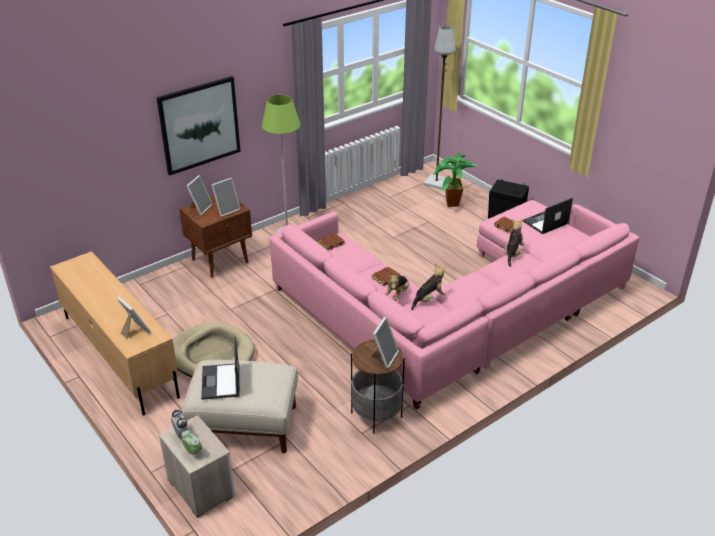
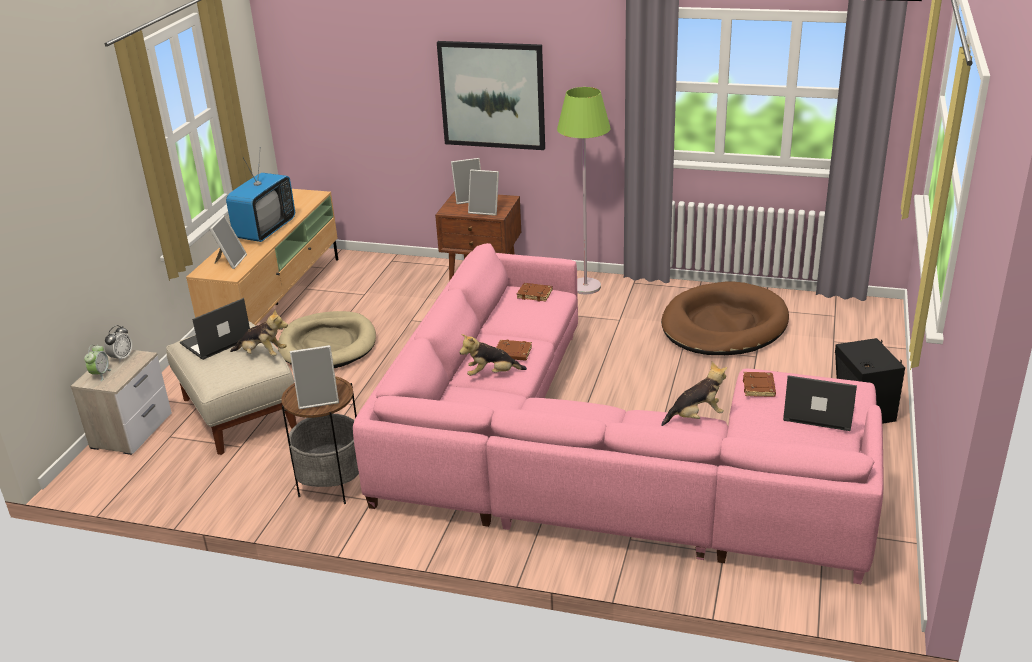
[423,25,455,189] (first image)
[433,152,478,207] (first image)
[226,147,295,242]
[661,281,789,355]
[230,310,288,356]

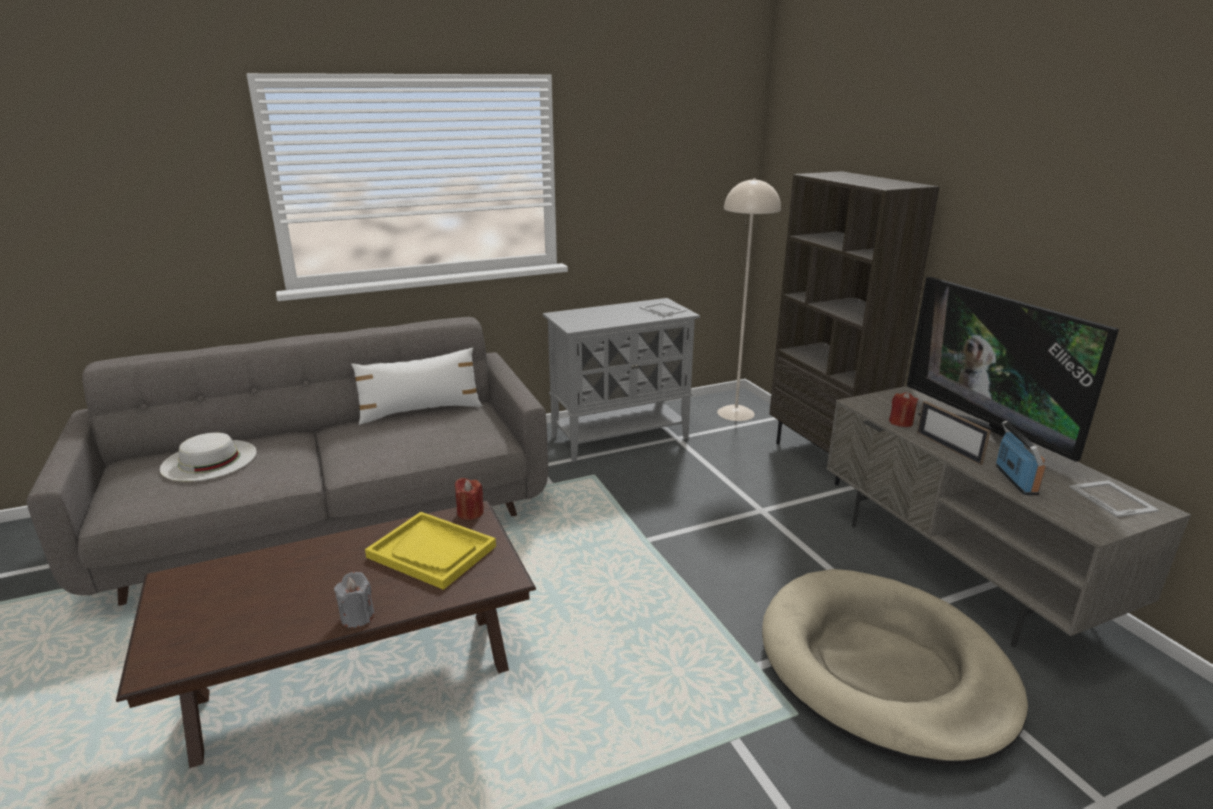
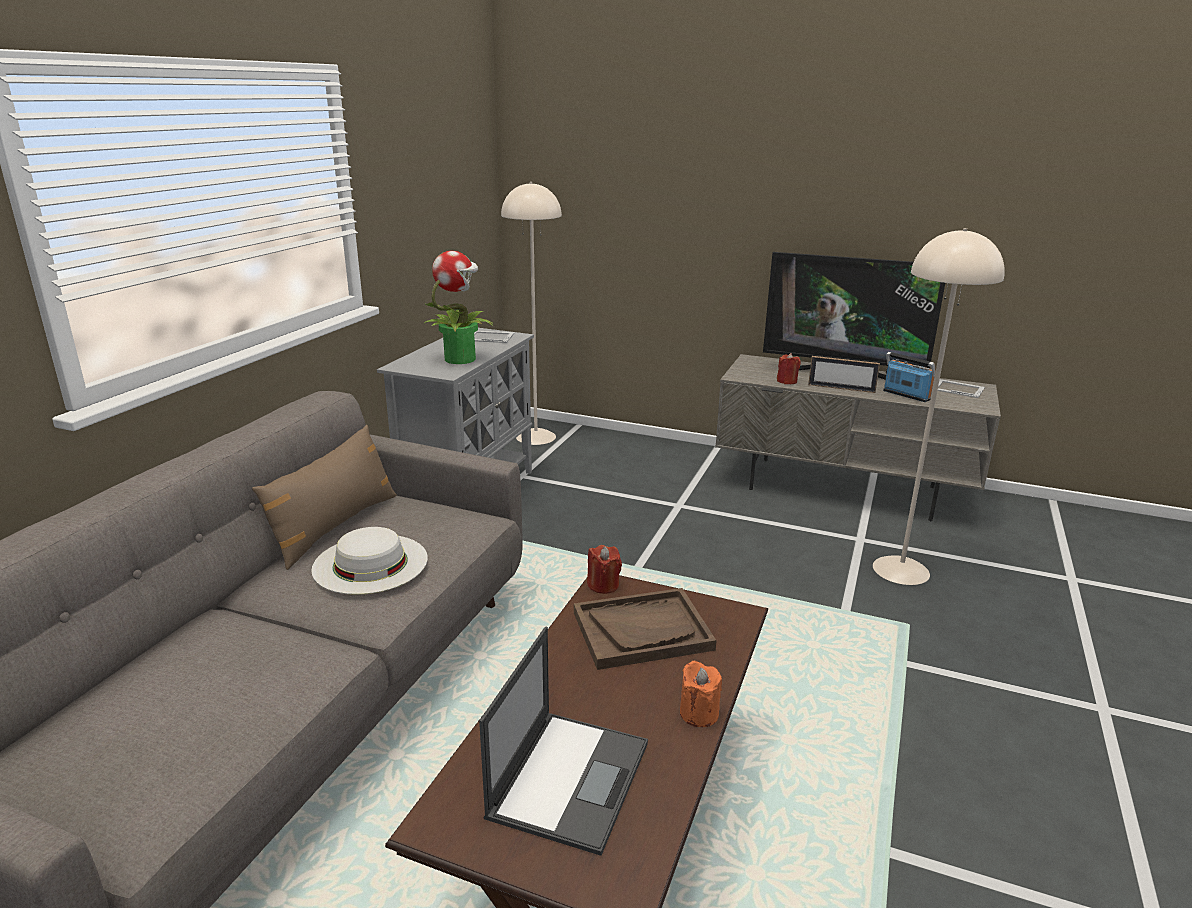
[769,171,940,486] (first image)
[424,251,493,364]
[479,627,648,856]
[311,527,428,595]
[873,228,1005,585]
[680,660,722,727]
[252,425,397,570]
[574,588,717,670]

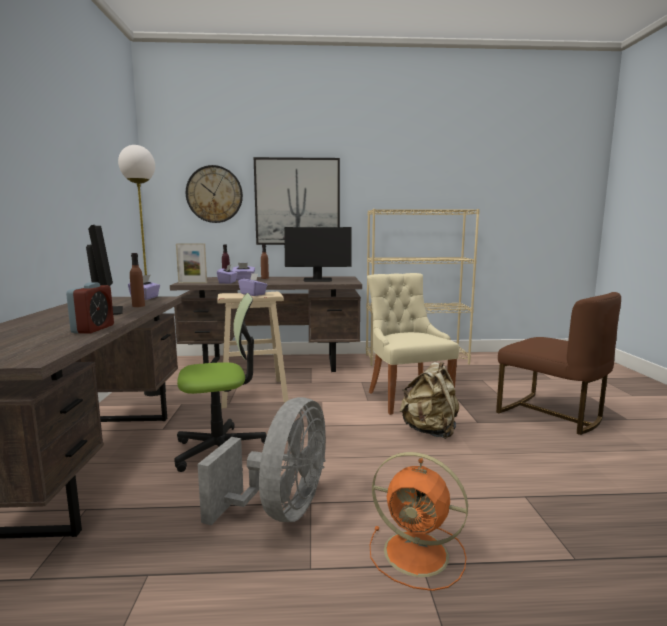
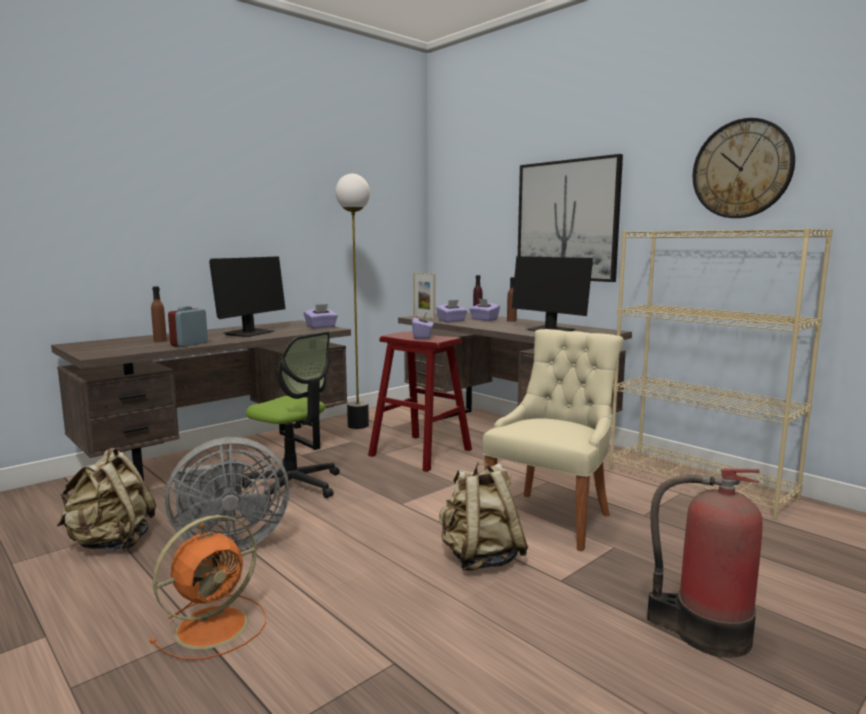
[57,448,156,551]
[151,286,167,342]
[693,118,795,218]
[647,468,763,658]
[368,332,472,472]
[168,306,208,347]
[149,515,266,660]

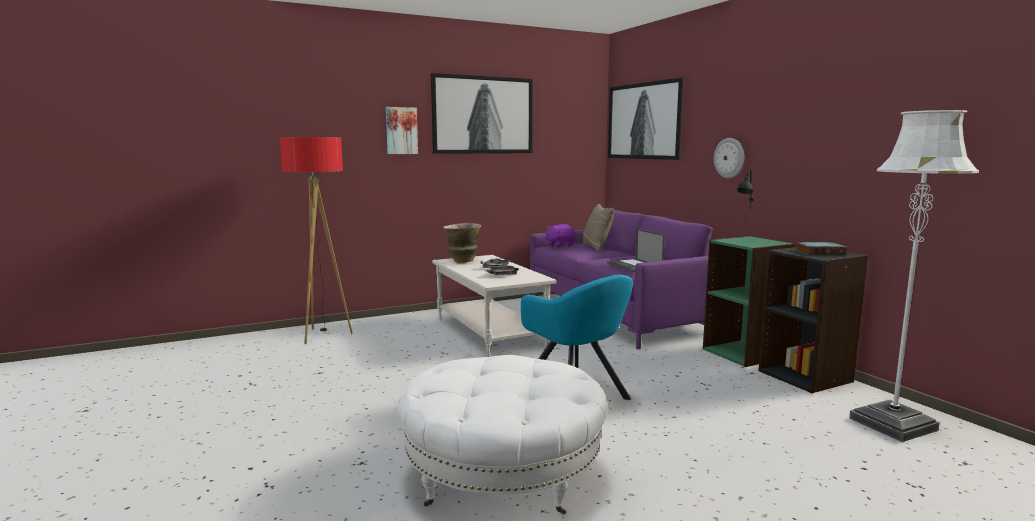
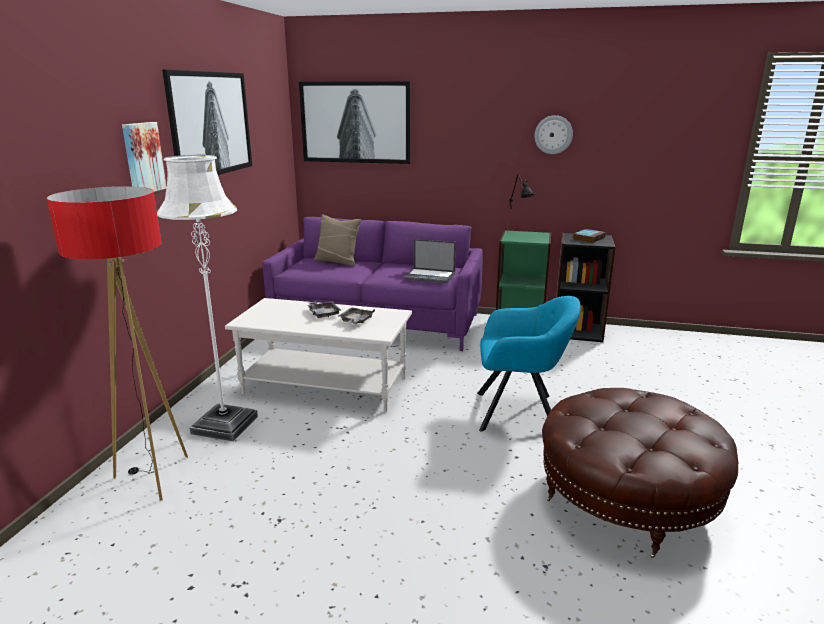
[443,223,481,263] (first image)
[545,224,575,247] (first image)
[534,115,573,154]
[157,155,258,441]
[542,388,738,558]

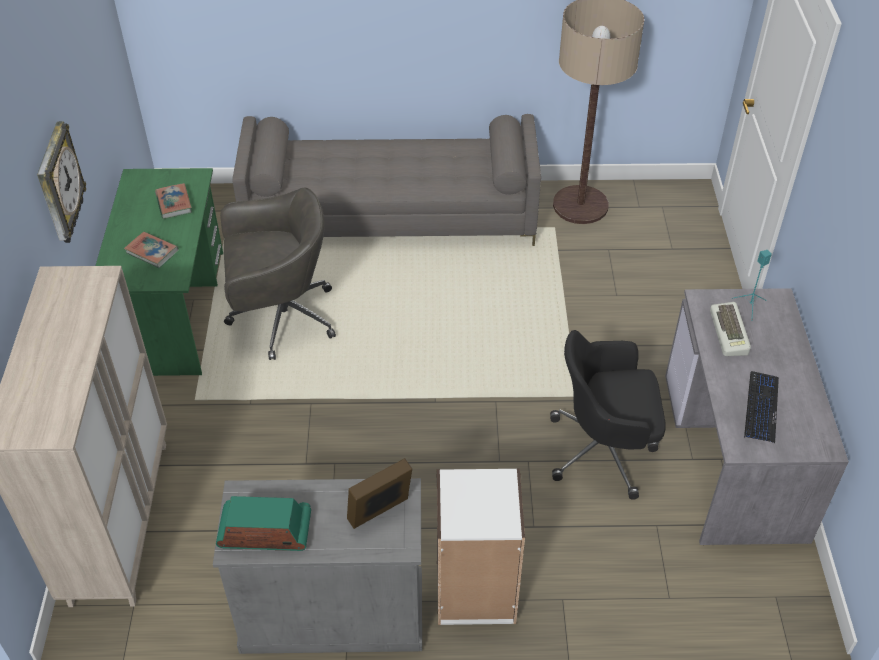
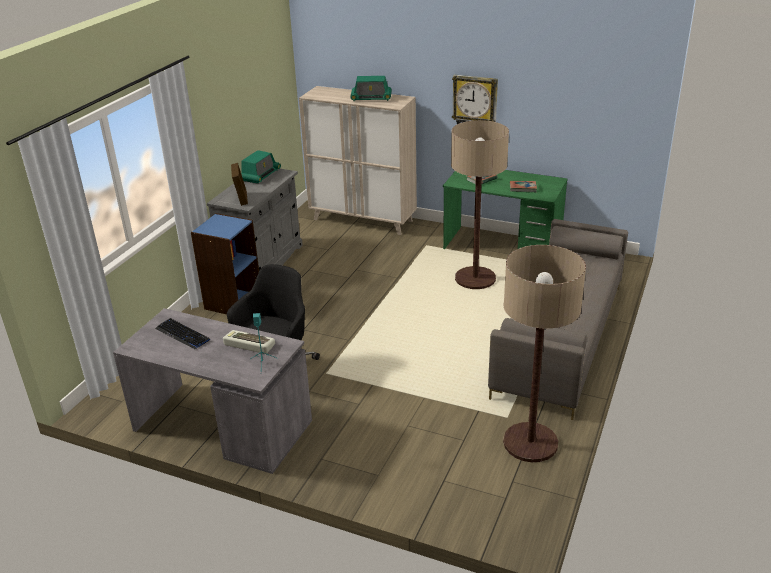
[350,76,392,101]
[451,120,509,289]
[191,213,259,314]

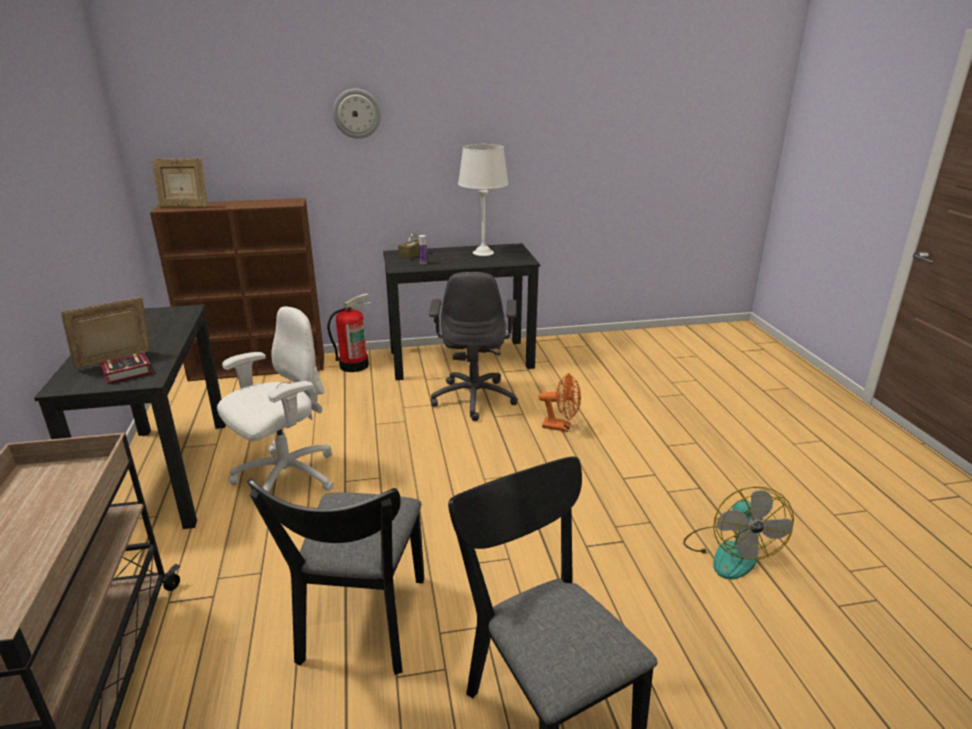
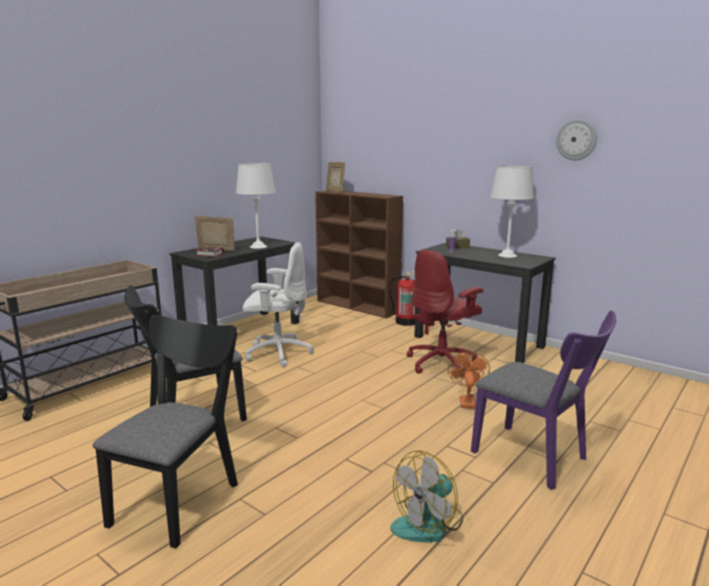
[236,163,276,249]
[471,310,616,490]
[556,119,597,160]
[407,250,483,374]
[448,352,490,409]

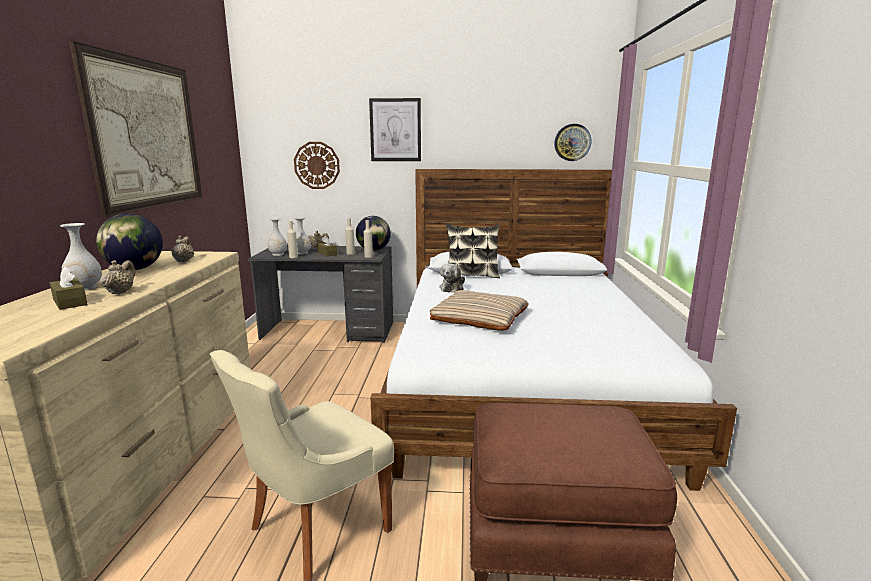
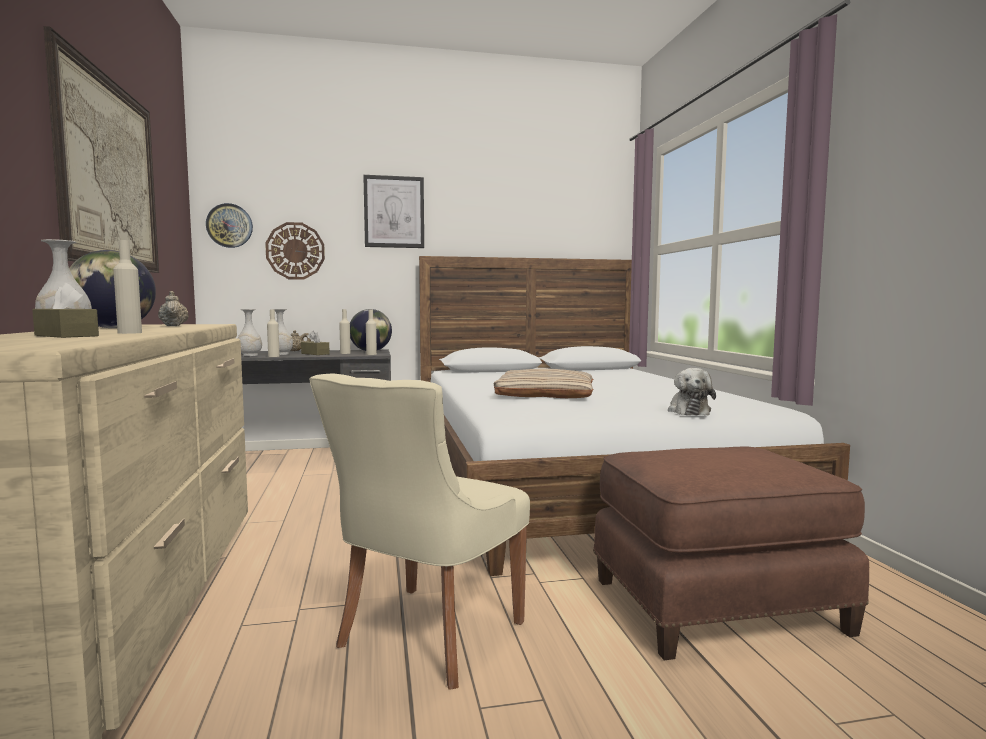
[447,224,500,278] (first image)
[668,368,716,416]
[206,203,253,248]
[113,240,142,334]

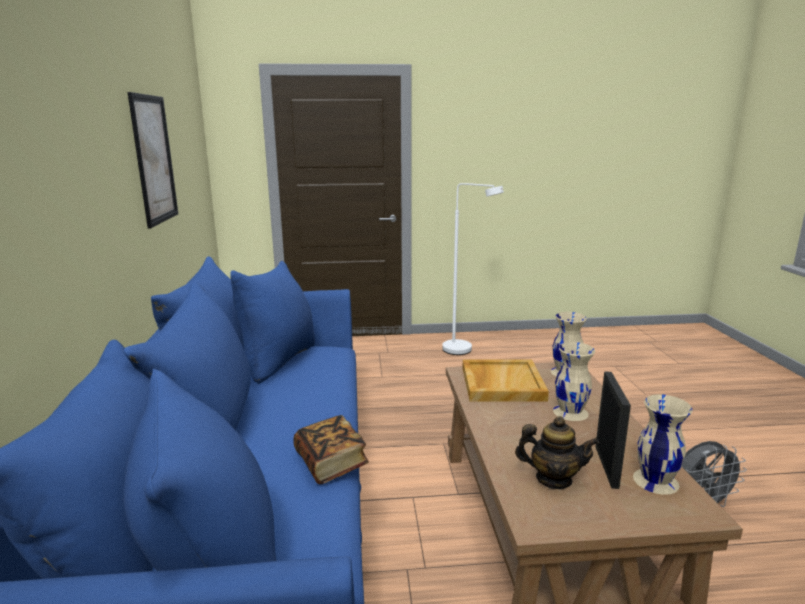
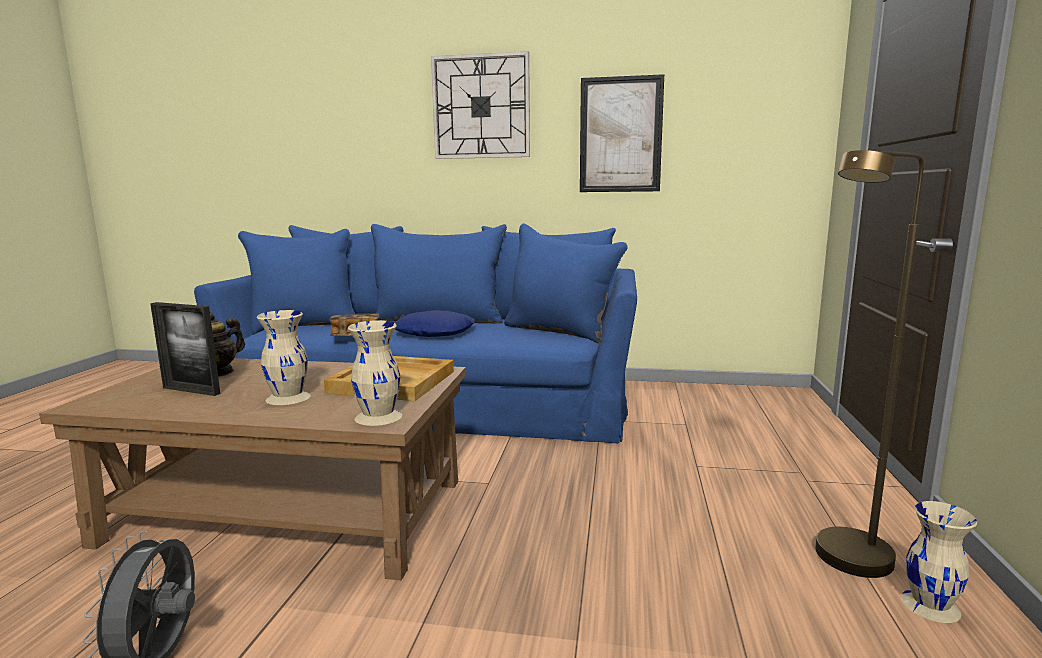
[394,310,475,337]
[431,51,530,159]
[901,501,977,623]
[815,150,924,578]

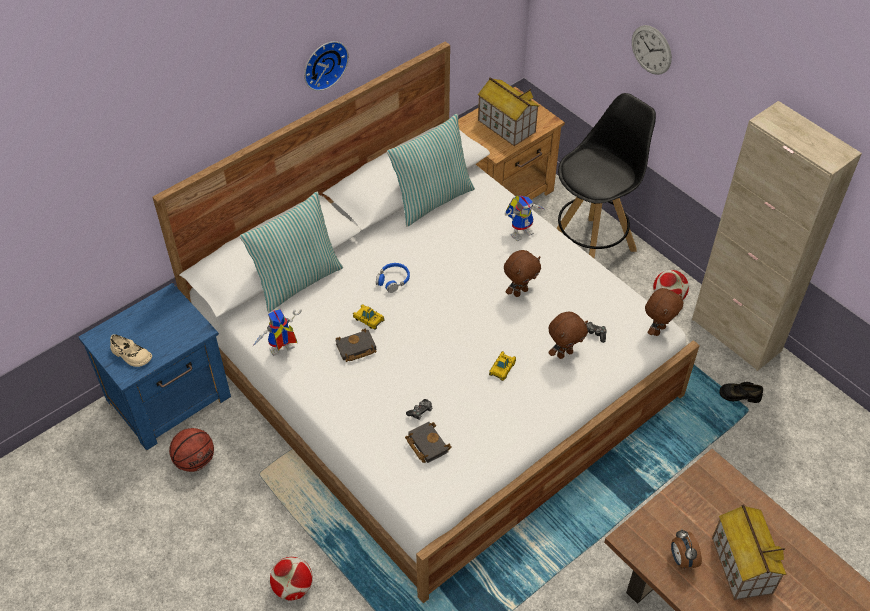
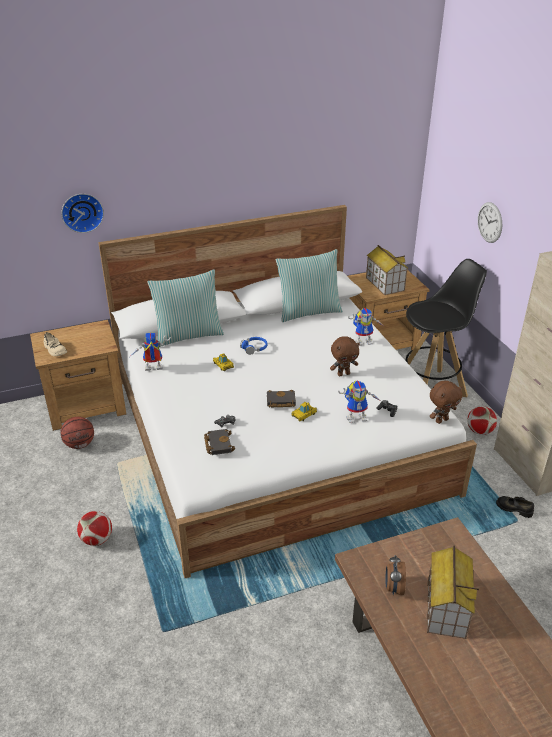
[61,194,104,233]
[267,390,296,408]
[338,380,382,423]
[30,320,126,431]

